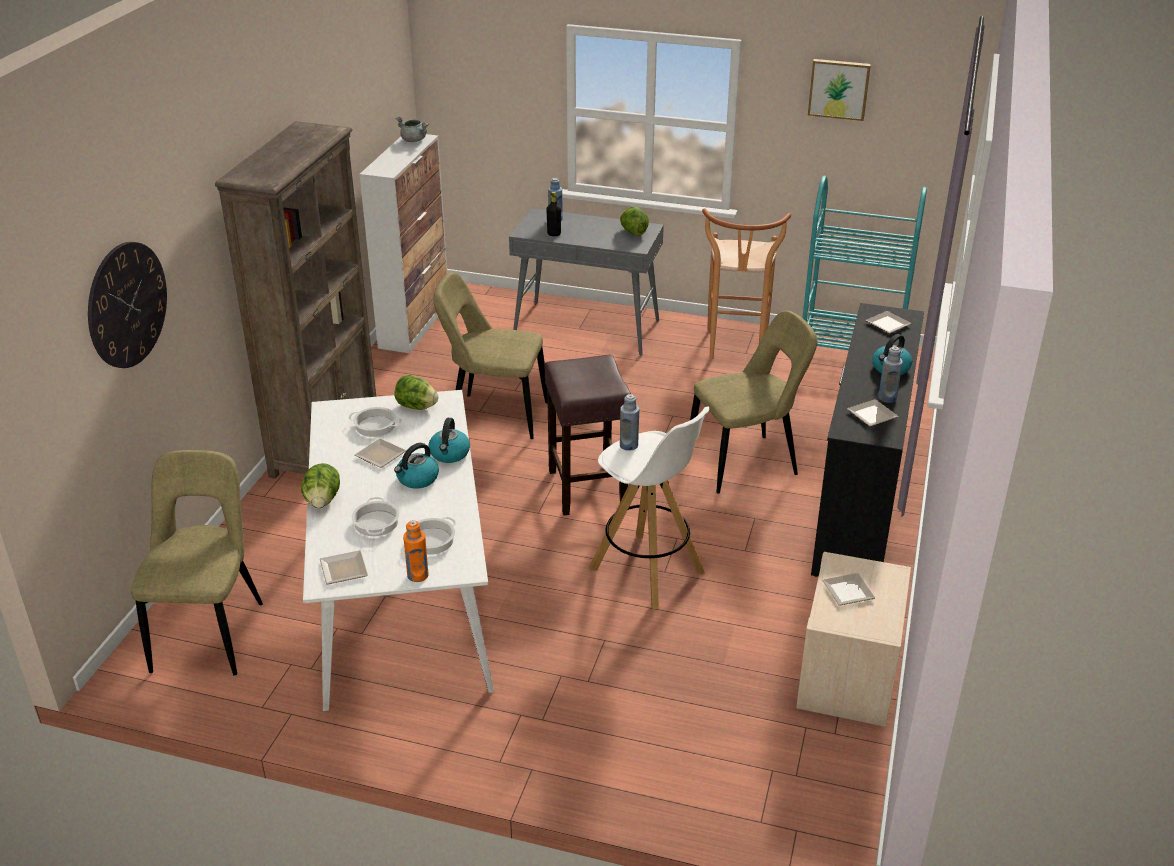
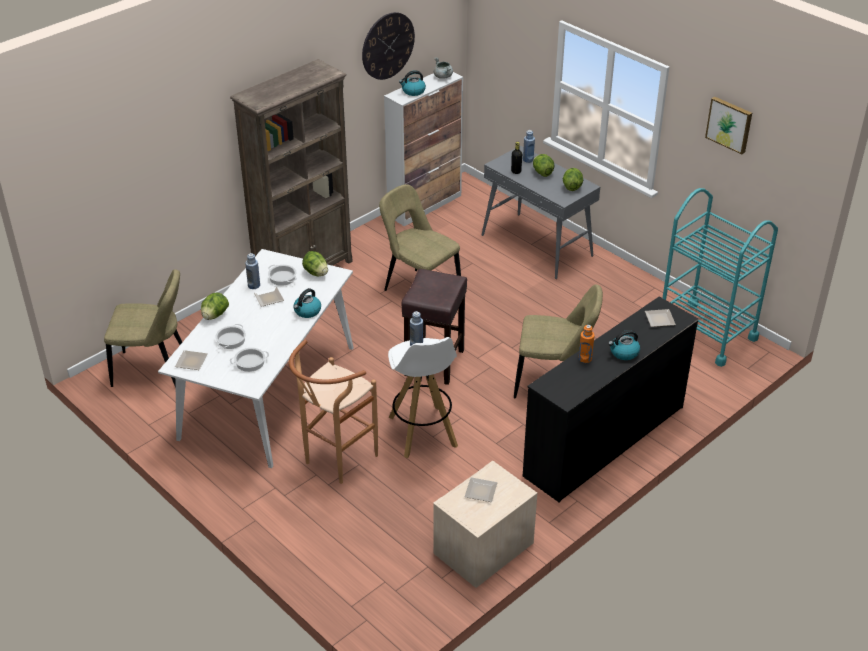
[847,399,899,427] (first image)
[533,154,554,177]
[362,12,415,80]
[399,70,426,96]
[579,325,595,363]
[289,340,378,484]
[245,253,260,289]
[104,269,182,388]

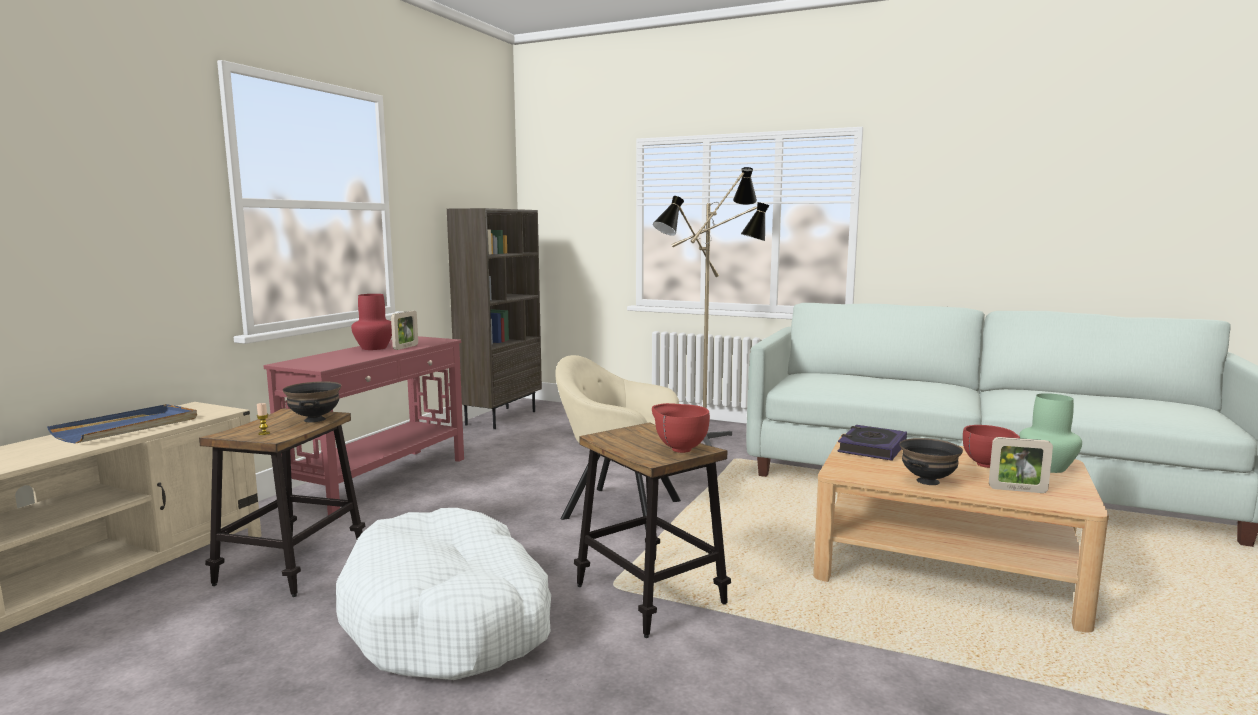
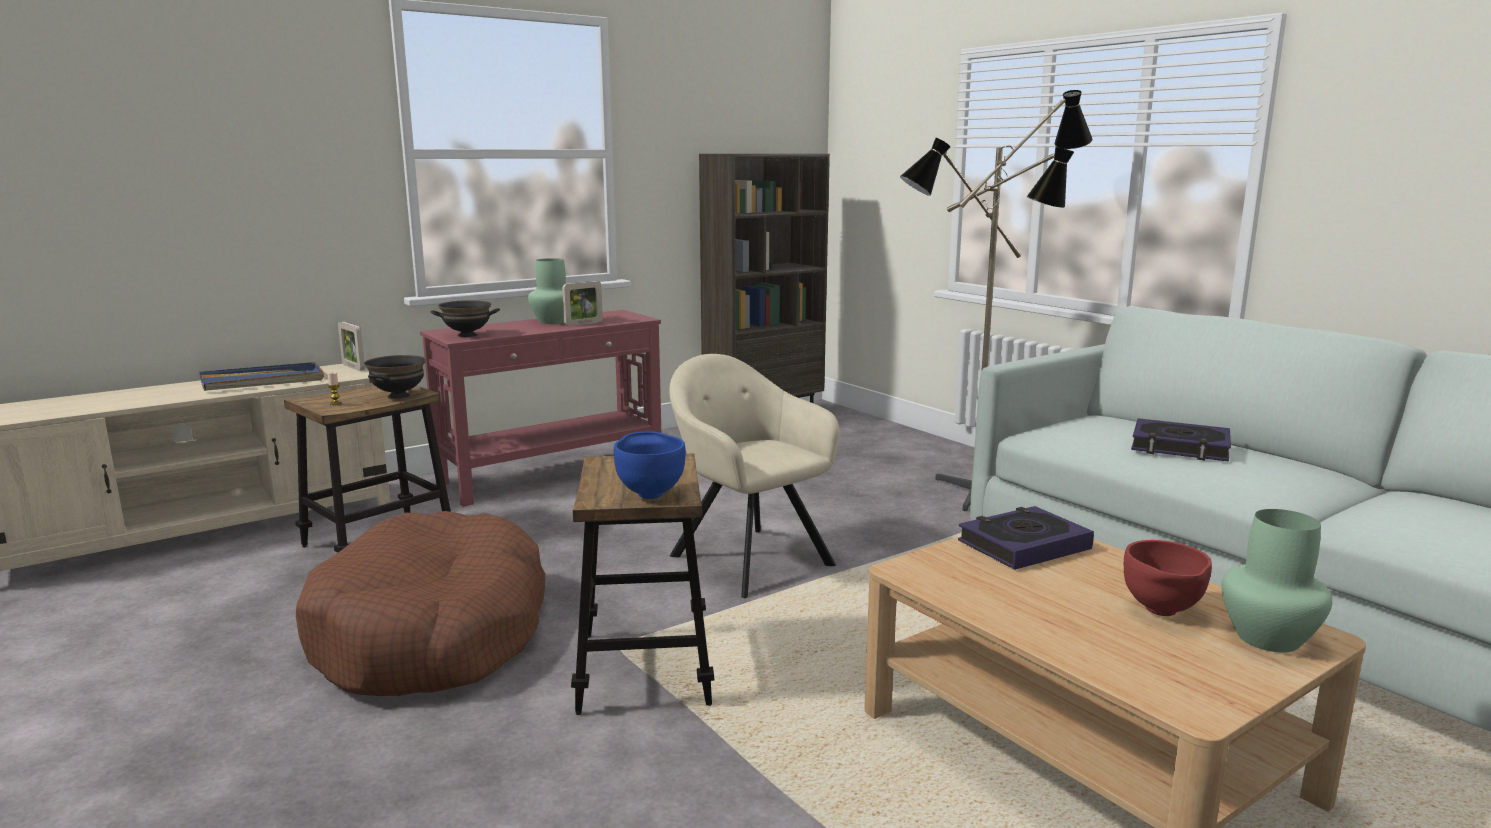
[1131,418,1231,461]
[431,300,500,337]
[338,321,365,371]
[296,511,545,696]
[528,258,566,324]
[614,431,686,499]

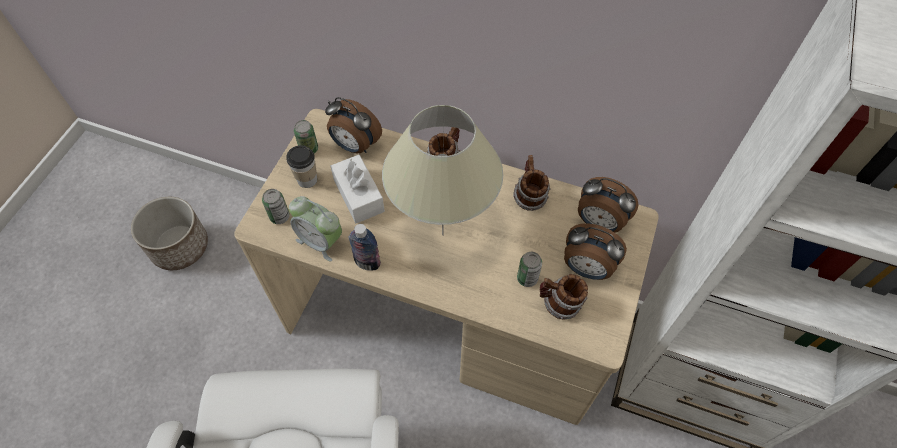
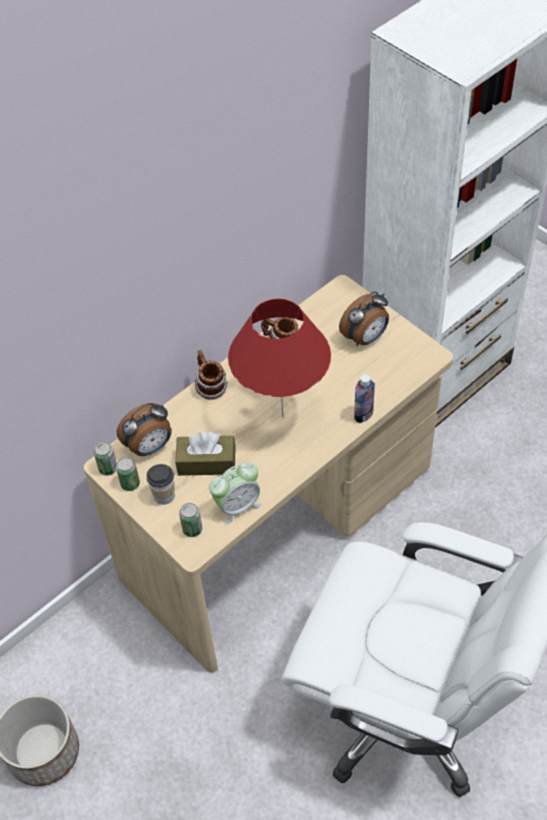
[540,274,588,320] (first image)
[578,177,639,233] (first image)
[354,374,375,423]
[94,442,117,476]
[175,432,235,476]
[228,299,331,418]

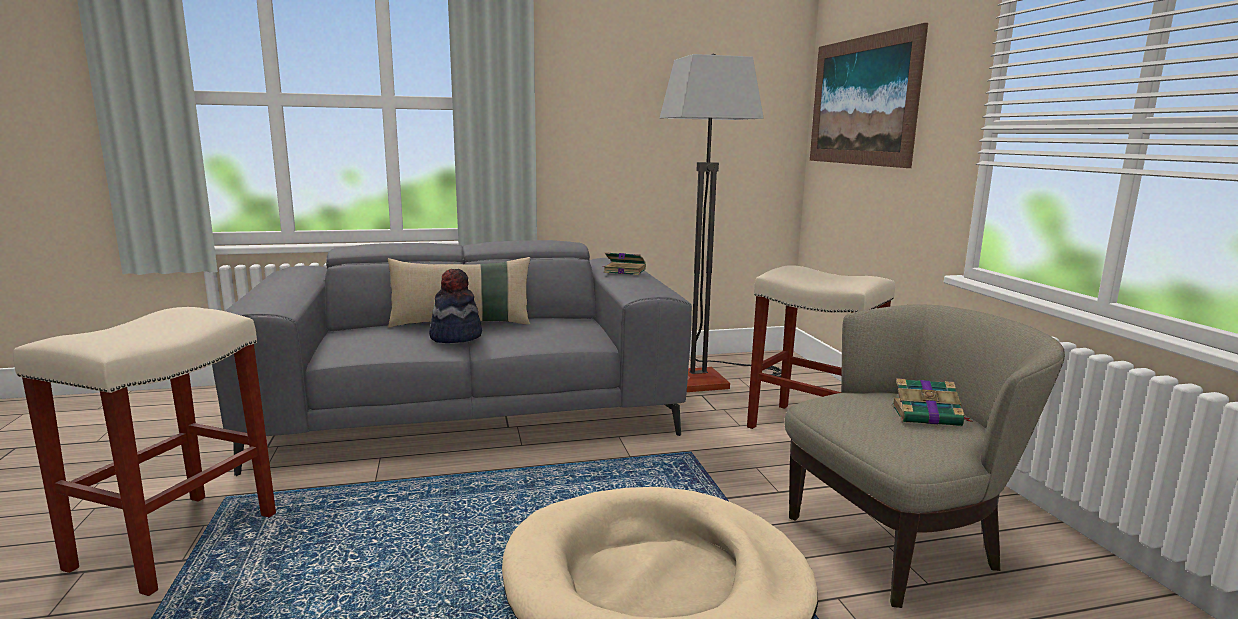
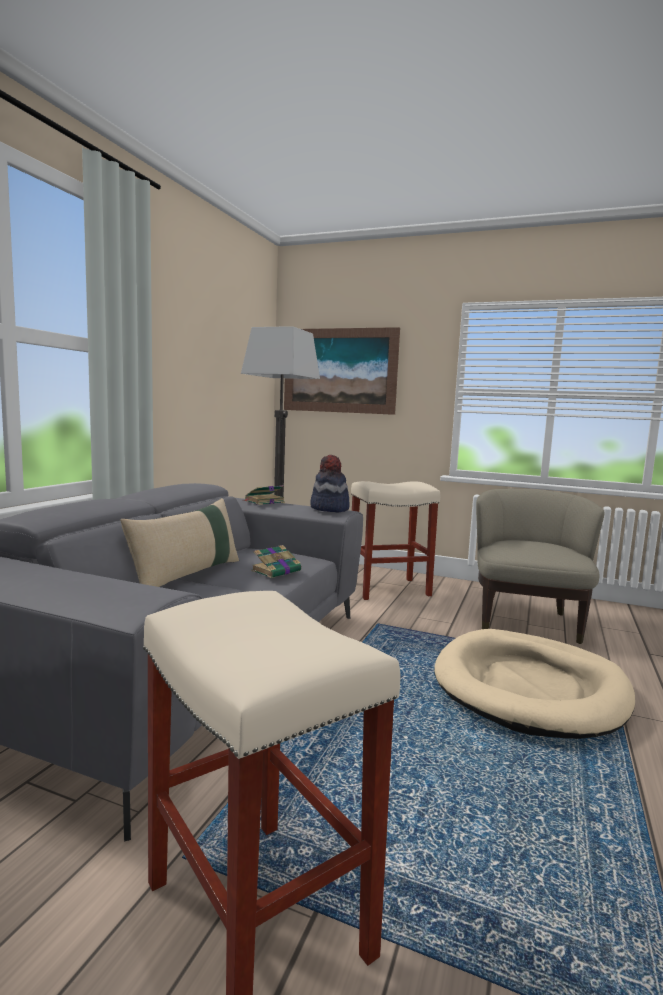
[310,455,350,512]
[251,545,302,578]

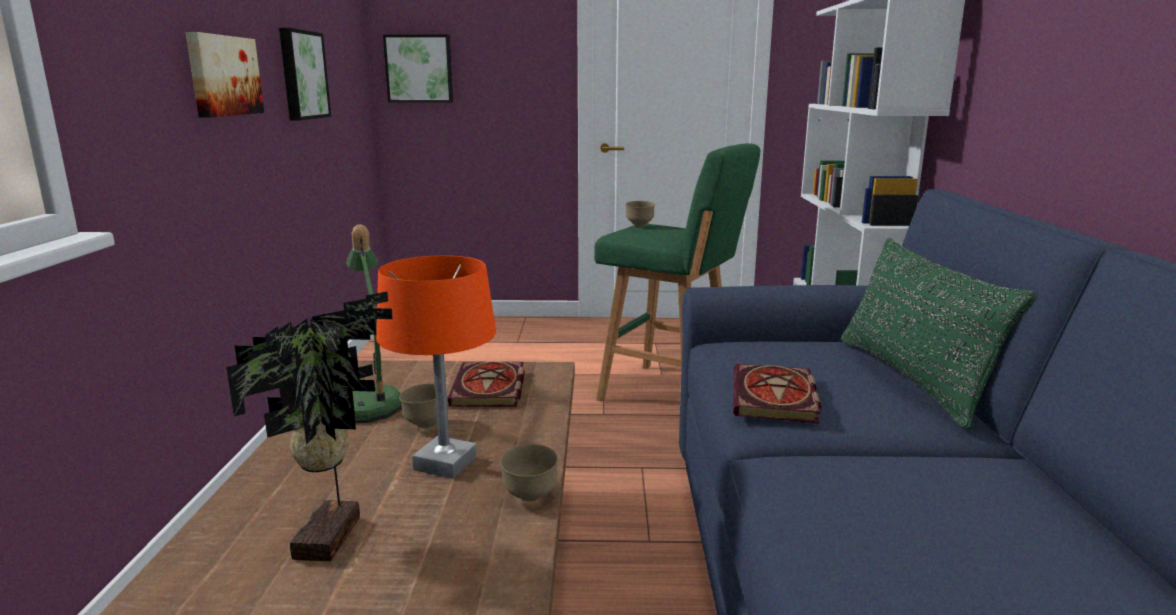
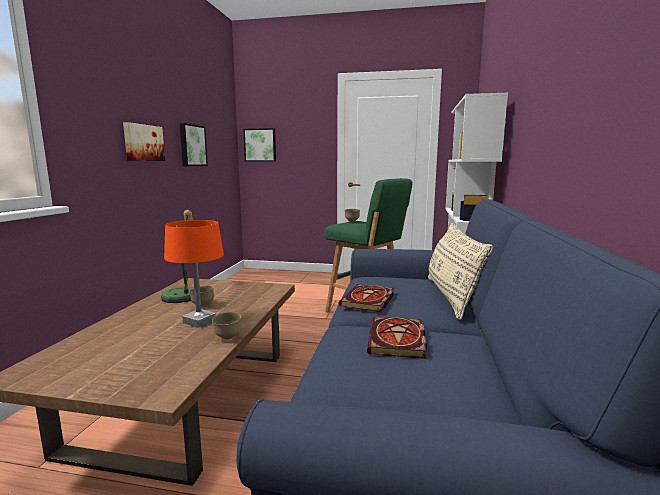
[226,292,393,561] (first image)
[367,317,427,359]
[428,223,494,320]

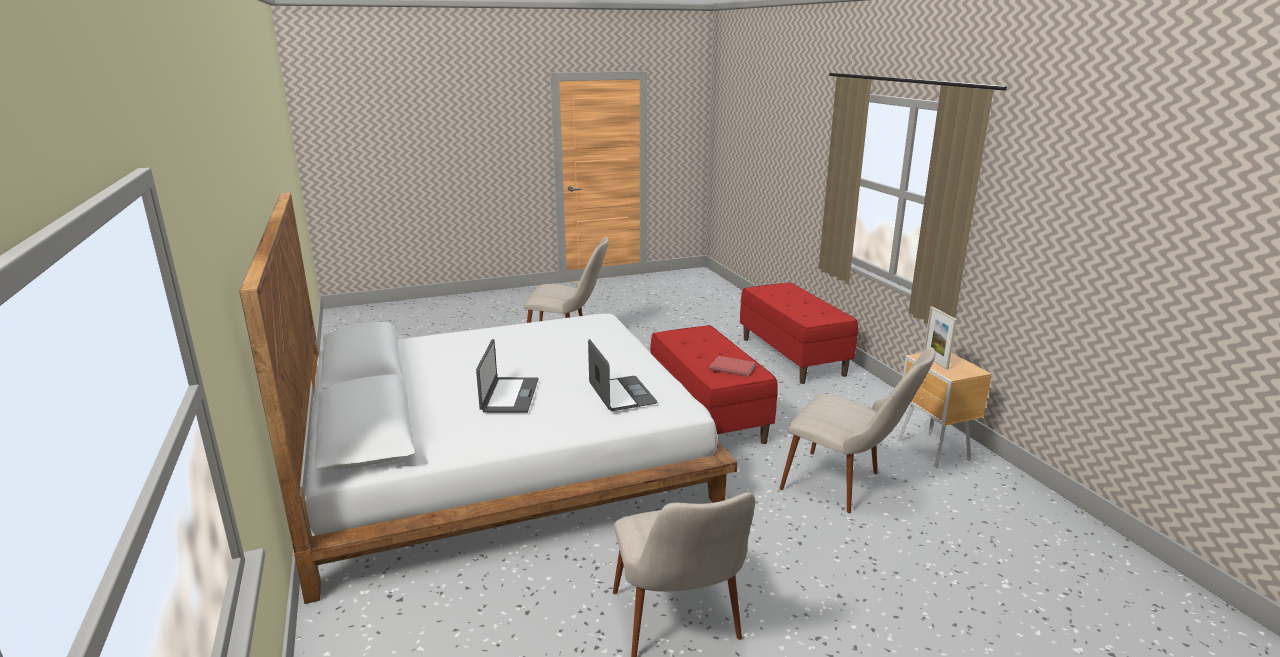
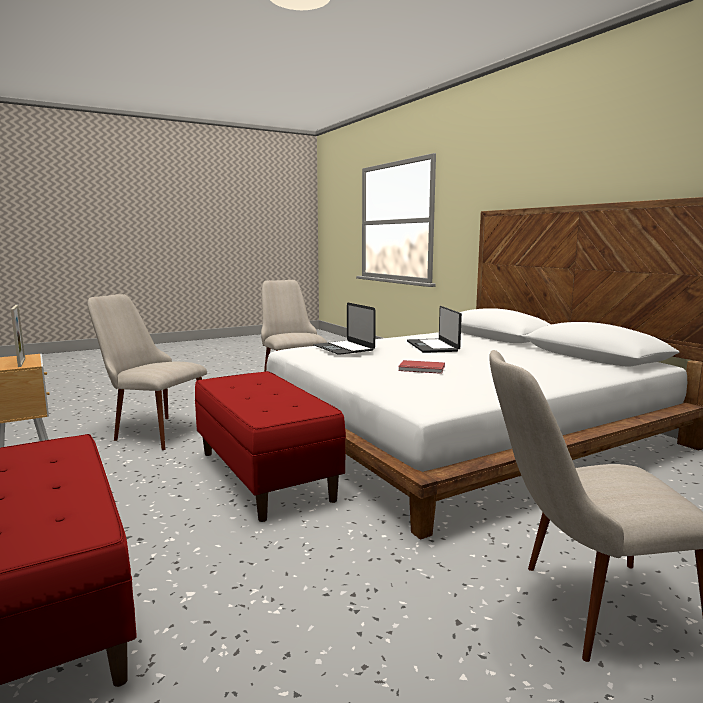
[398,360,445,374]

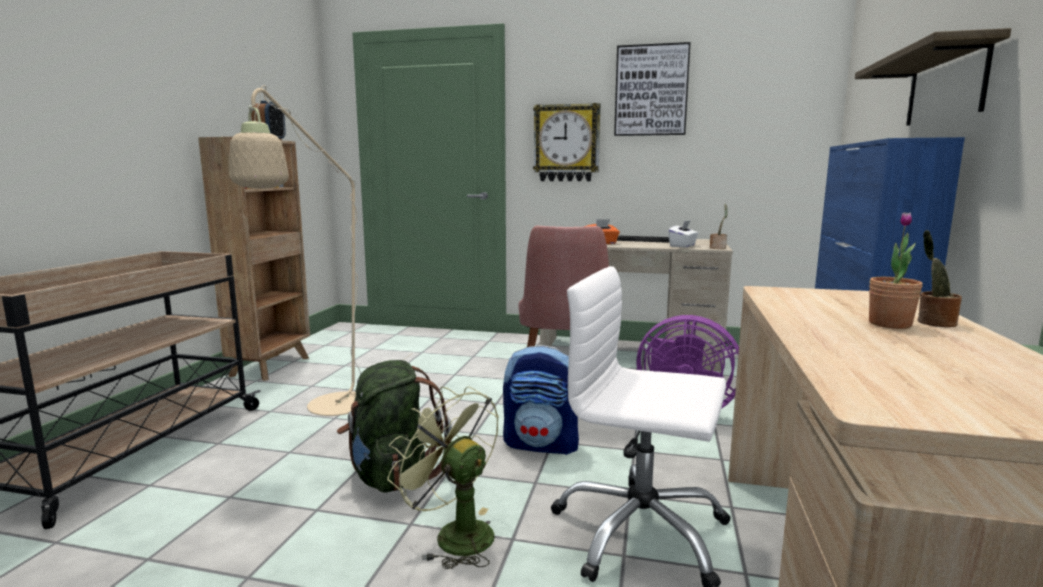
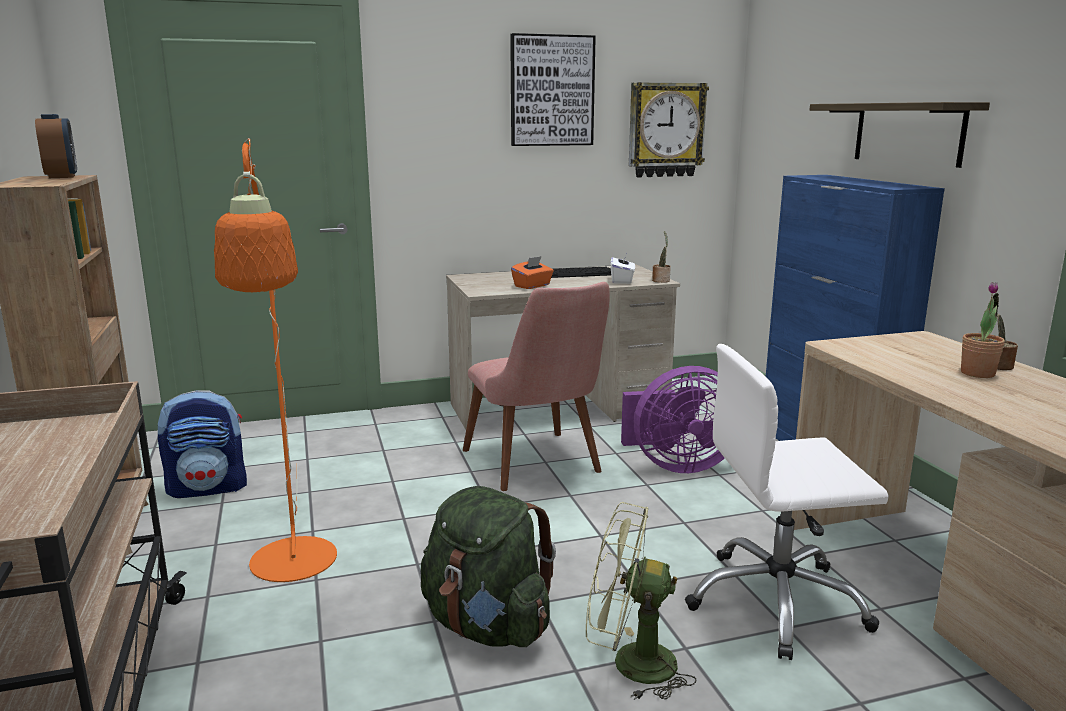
[158,390,247,498]
[629,82,709,177]
[214,138,337,582]

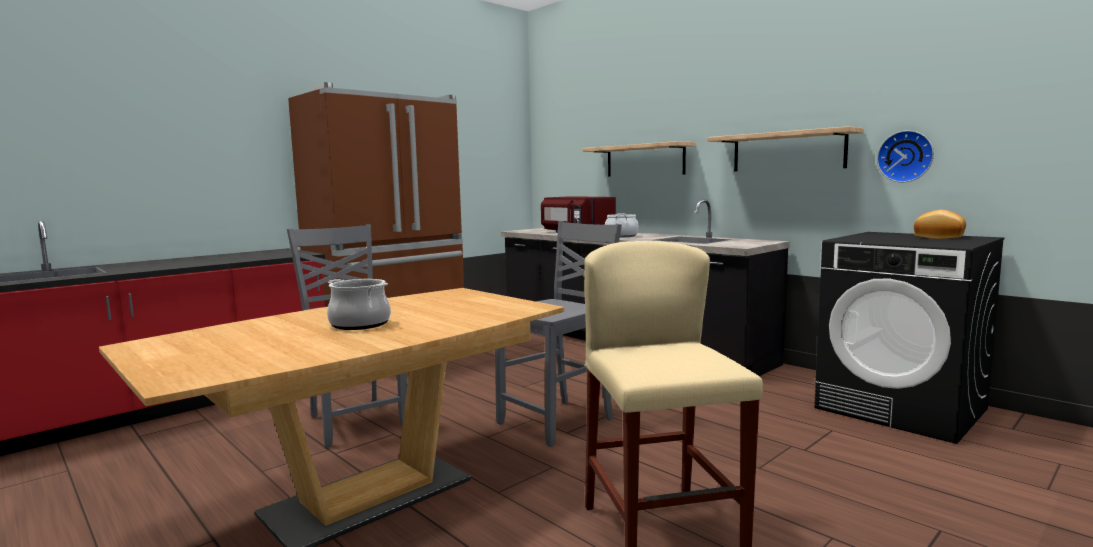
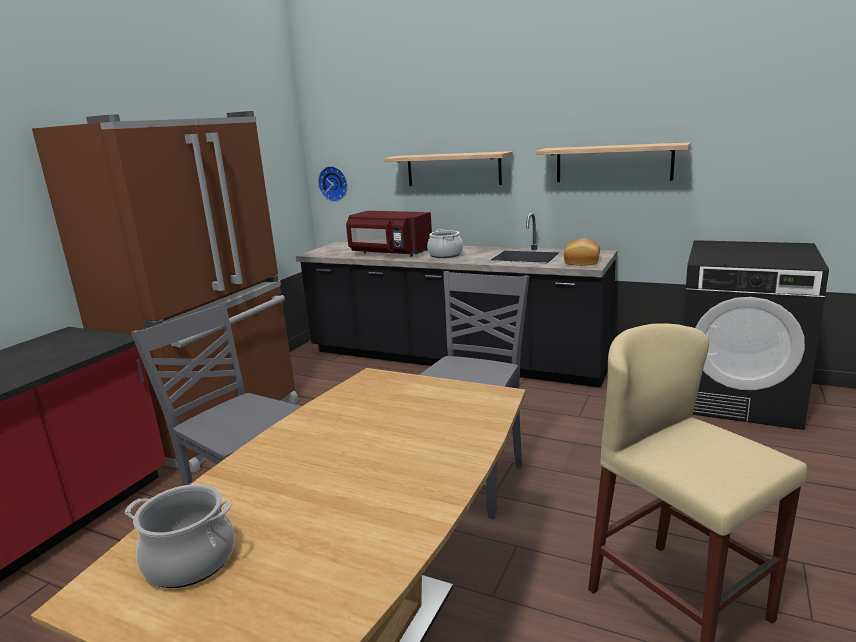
[125,484,235,588]
[318,166,348,202]
[564,238,600,266]

